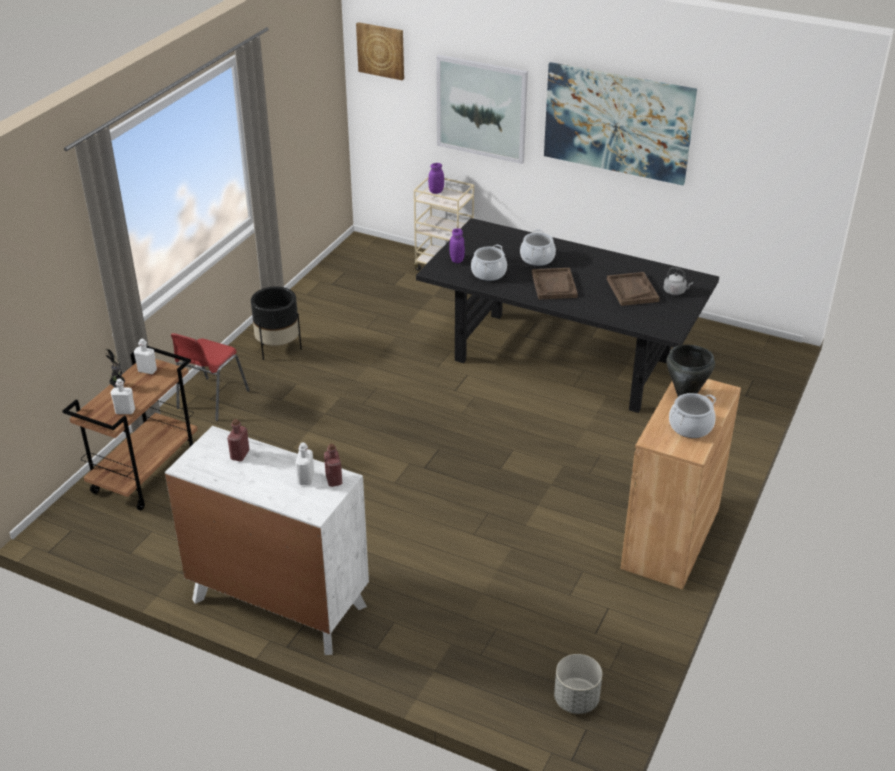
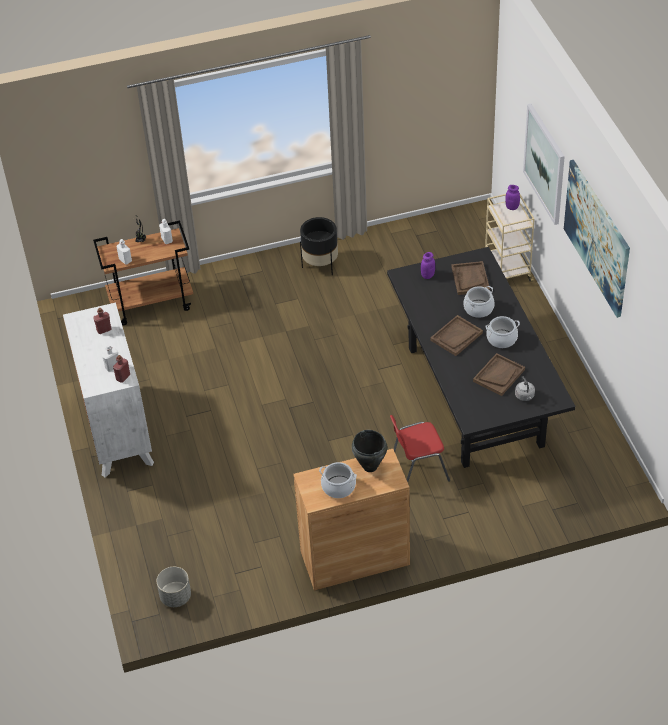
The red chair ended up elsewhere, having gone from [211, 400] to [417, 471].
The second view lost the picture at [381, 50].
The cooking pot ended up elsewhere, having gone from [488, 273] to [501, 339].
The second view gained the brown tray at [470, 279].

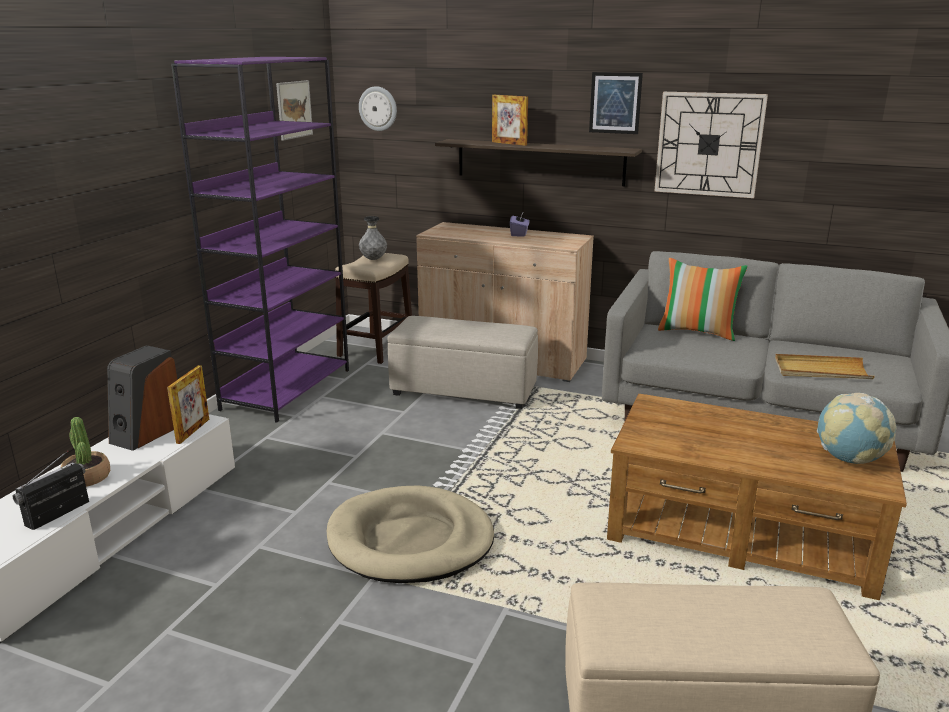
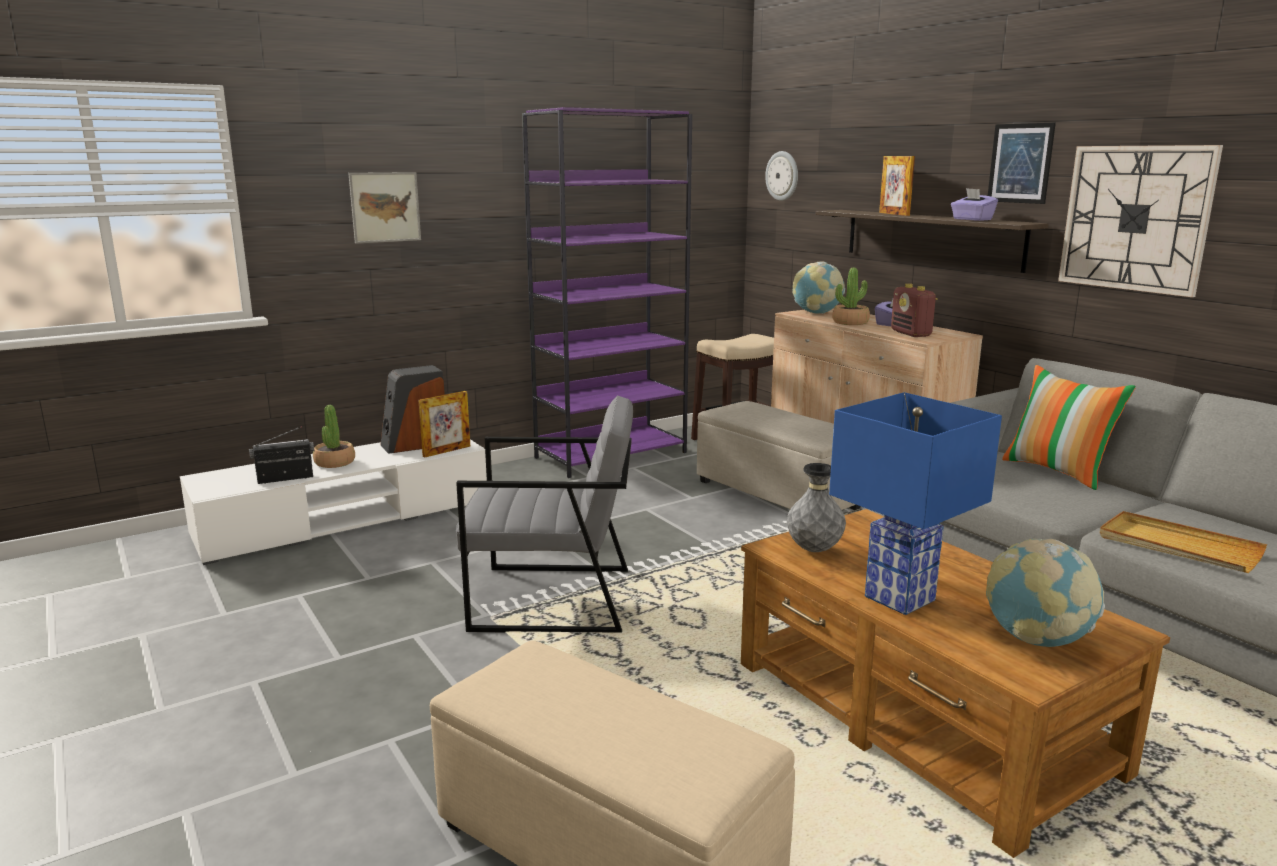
The picture ended up elsewhere, having gone from [294, 109] to [385, 207].
Where the beige dog bed stood at [410, 540], the grey armchair came to stand at [552, 599].
The grey vase ended up elsewhere, having gone from [373, 259] to [814, 550].
The second view gained the globe at [816, 313].
The second view gained the blue table lamp at [897, 598].
The second view gained the potted plant at [850, 322].
The second view gained the radio at [911, 334].
The second view gained the purple tissue box at [972, 219].

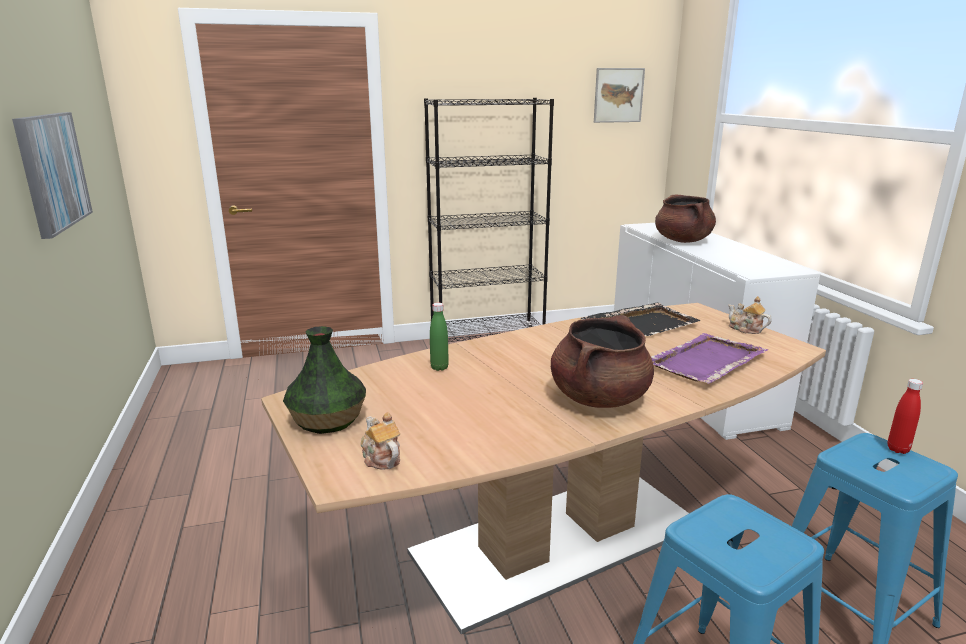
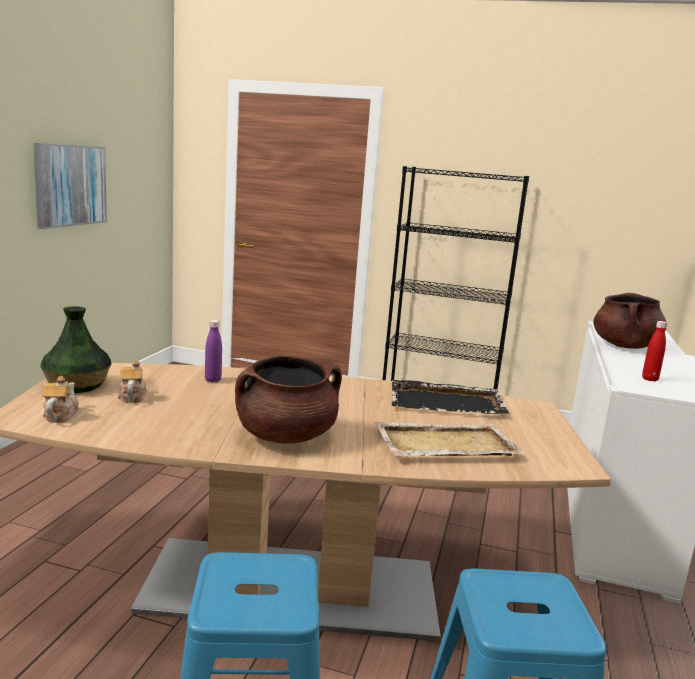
What was the green bottle at [439, 367] turned into the purple bottle at [213, 380].
The second view lost the picture at [618, 95].
What was the purple tray at [704, 361] turned into the beige tray at [444, 444].
The teapot ended up elsewhere, having gone from [745, 329] to [132, 396].
The red bottle ended up elsewhere, having gone from [898, 449] to [649, 379].

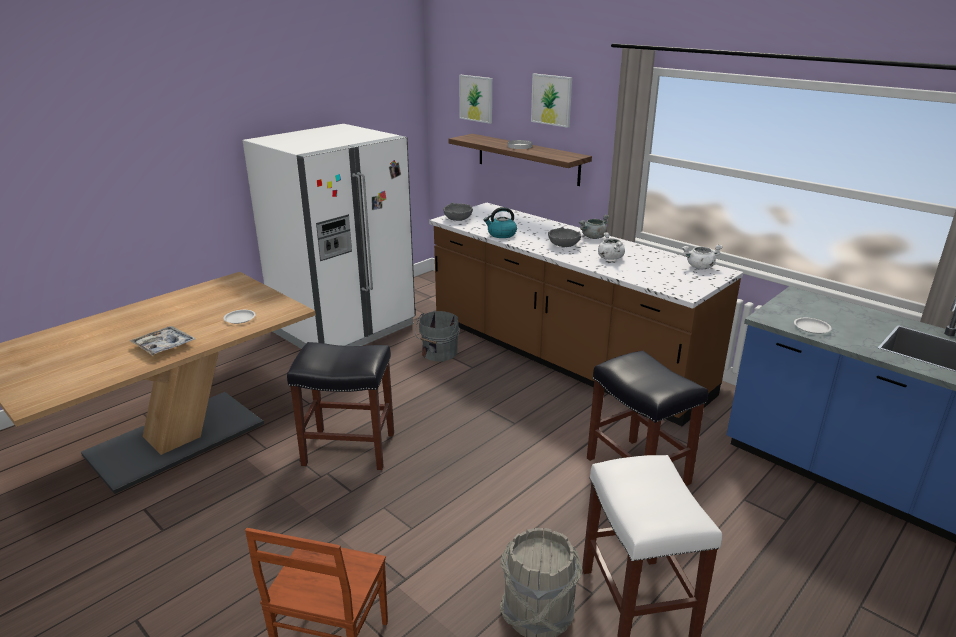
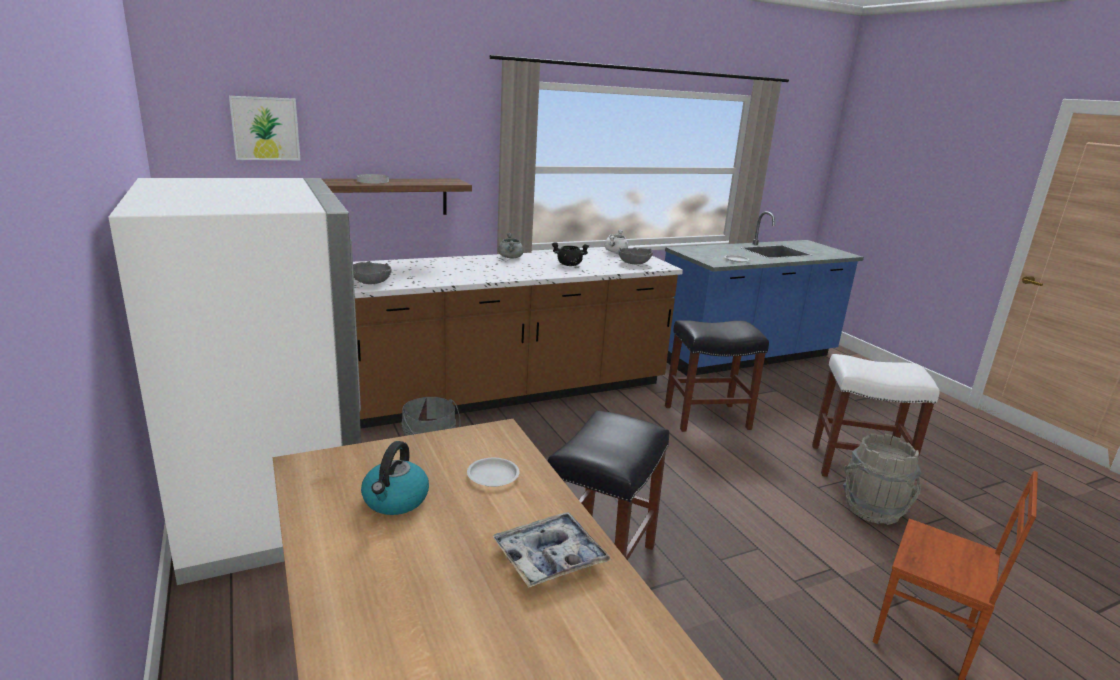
The kettle ended up elsewhere, having gone from [501, 234] to [395, 500].
The second view lost the picture at [551, 100].
The grey bowl ended up elsewhere, having gone from [564, 245] to [634, 263].
What was the white cooking pot at [610, 258] turned into the black cooking pot at [568, 265].

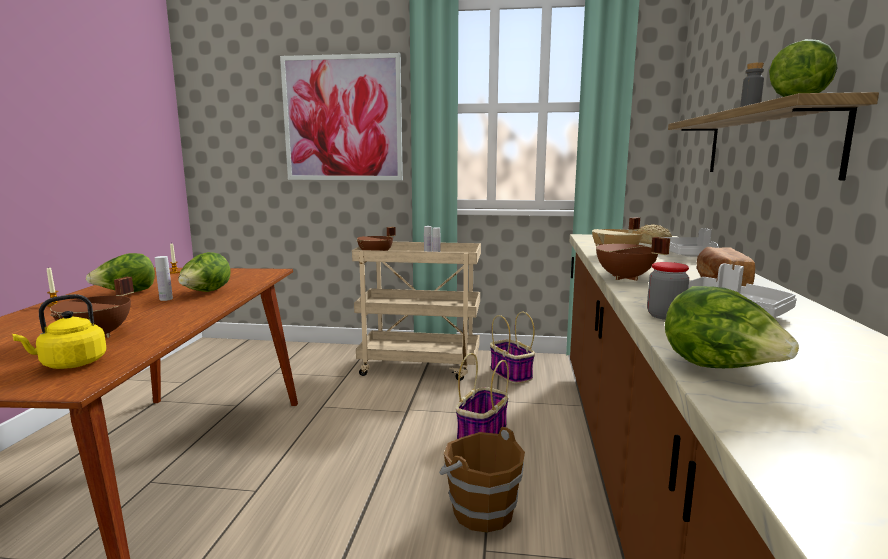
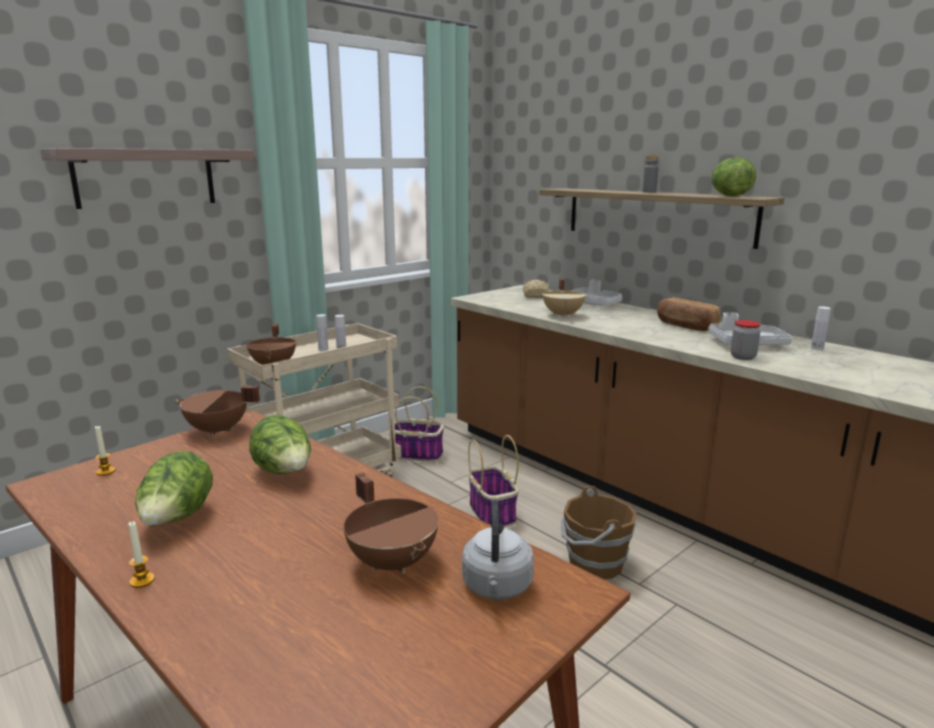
What was the yellow kettle at [70, 364] turned into the grey kettle at [497, 588].
The white bottle ended up elsewhere, having gone from [166, 299] to [817, 348].
Where the picture hung at [342, 119], the shelf came to hang at [145, 178].
The brown cooking pot ended up elsewhere, having gone from [624, 278] to [217, 431].
The second view lost the lettuce at [720, 368].

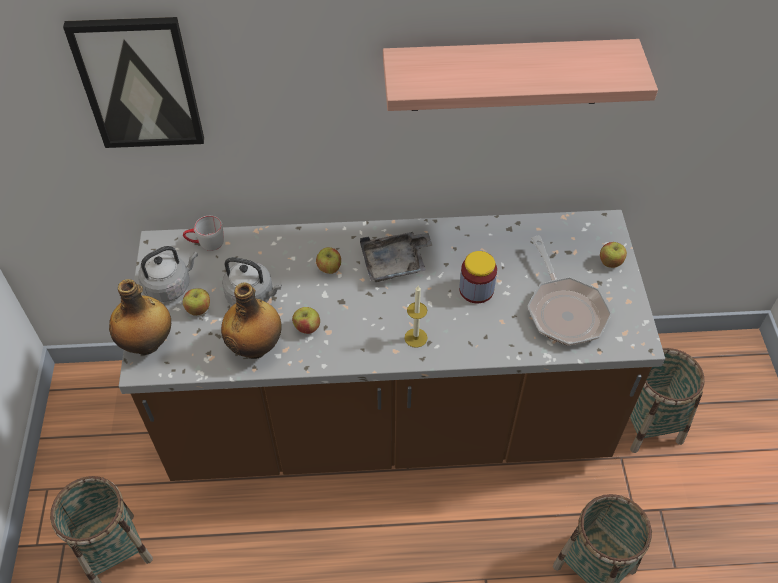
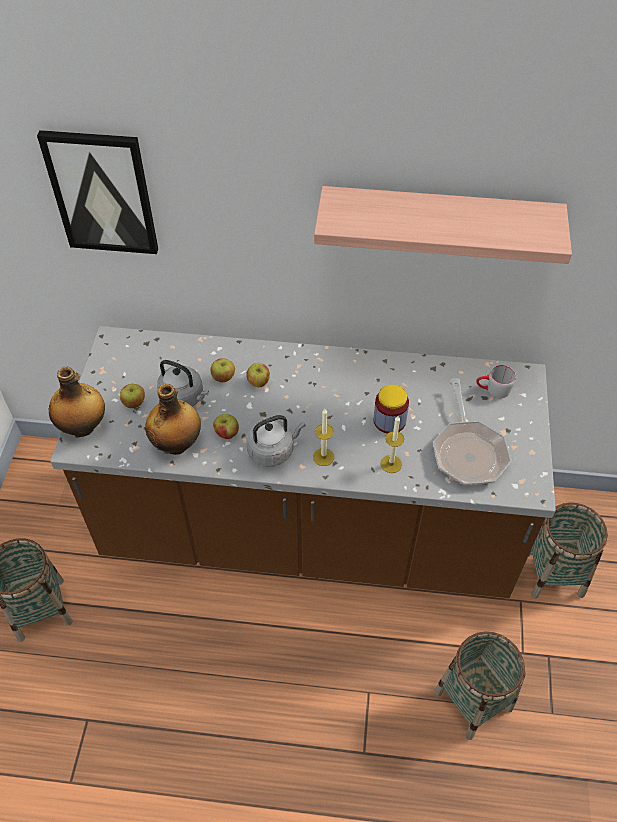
The grey kettle ended up elsewhere, having gone from [170, 286] to [273, 450].
The grey mug ended up elsewhere, having gone from [205, 243] to [492, 390].
The second view lost the grey tray at [395, 263].
The apple ended up elsewhere, having gone from [610, 262] to [223, 377].
The second view gained the candle at [391, 464].

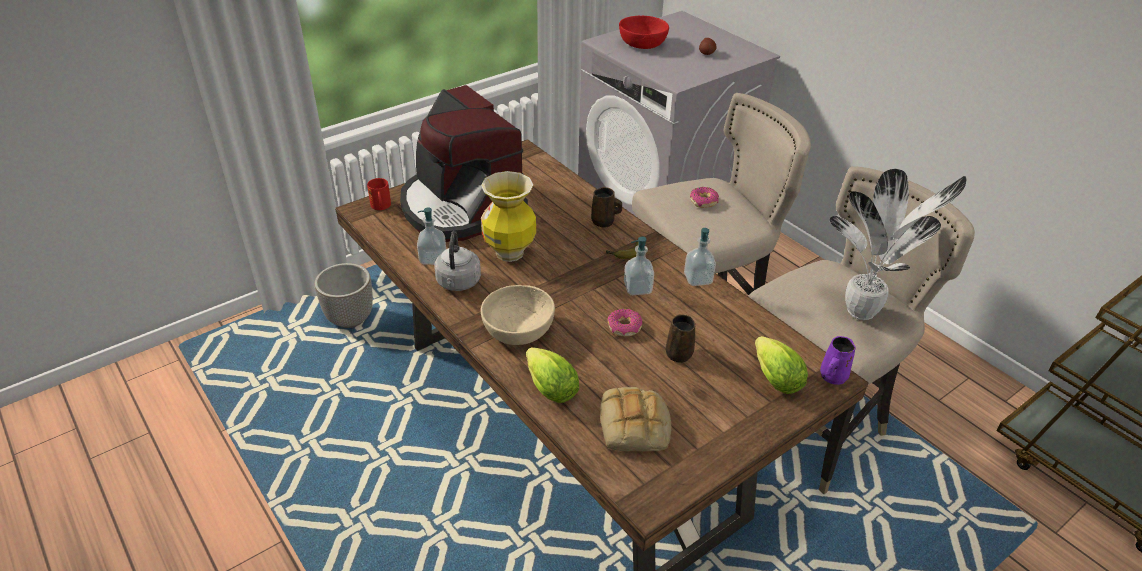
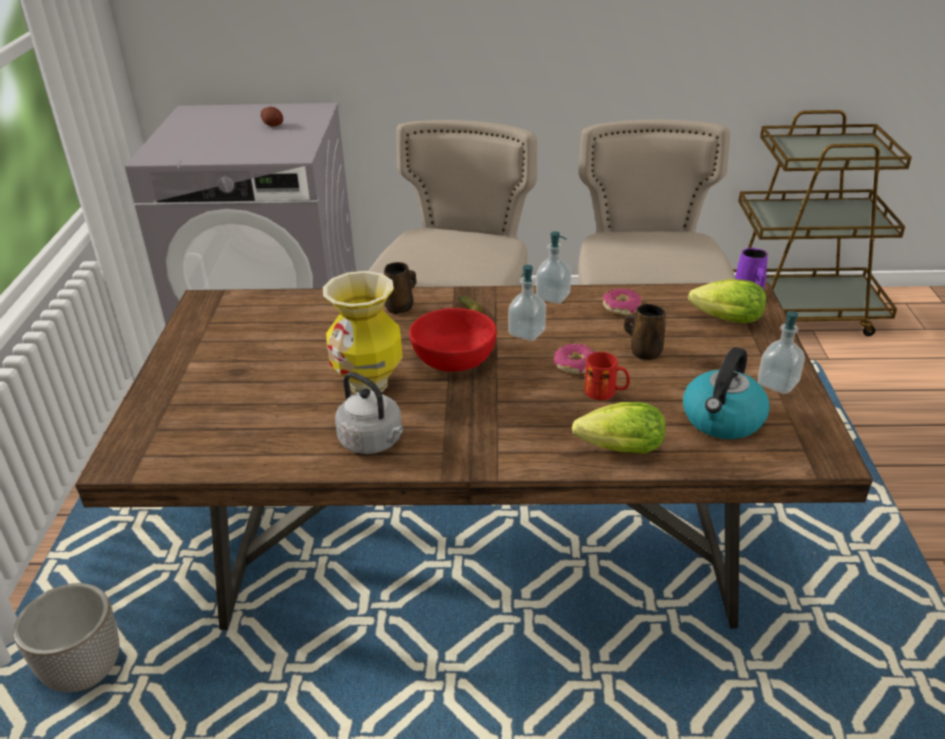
The red mug ended up elsewhere, having gone from [381, 207] to [606, 392].
The second view lost the coffee machine at [460, 207].
The soap dispenser ended up elsewhere, having gone from [433, 258] to [777, 384].
The second view lost the beige bowl at [518, 329].
Where the bread stood at [635, 426], the kettle came to stand at [722, 420].
The red bowl ended up elsewhere, having gone from [642, 43] to [453, 358].
The donut ended up elsewhere, having gone from [703, 201] to [621, 307].
The second view lost the potted plant at [864, 313].

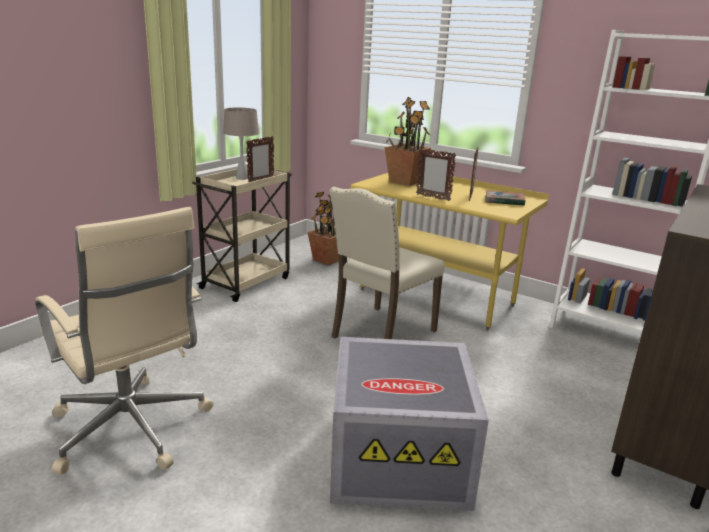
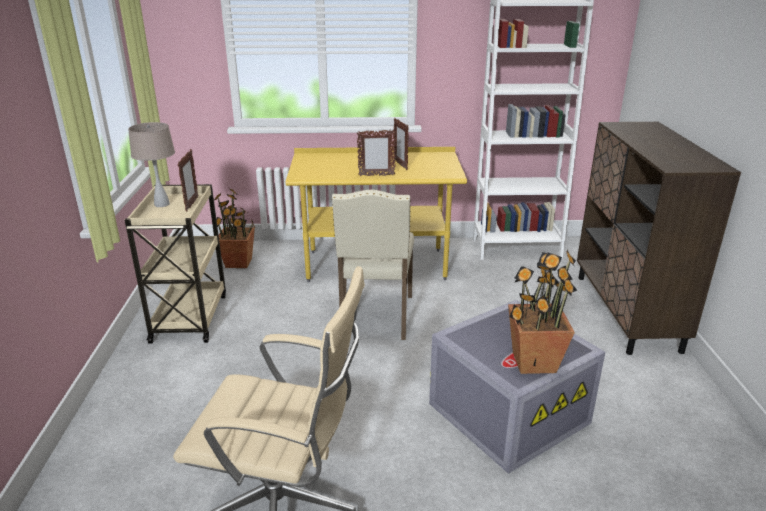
The potted plant ended up elsewhere, having gone from [405, 181] to [533, 361].
The second view lost the book at [504, 201].

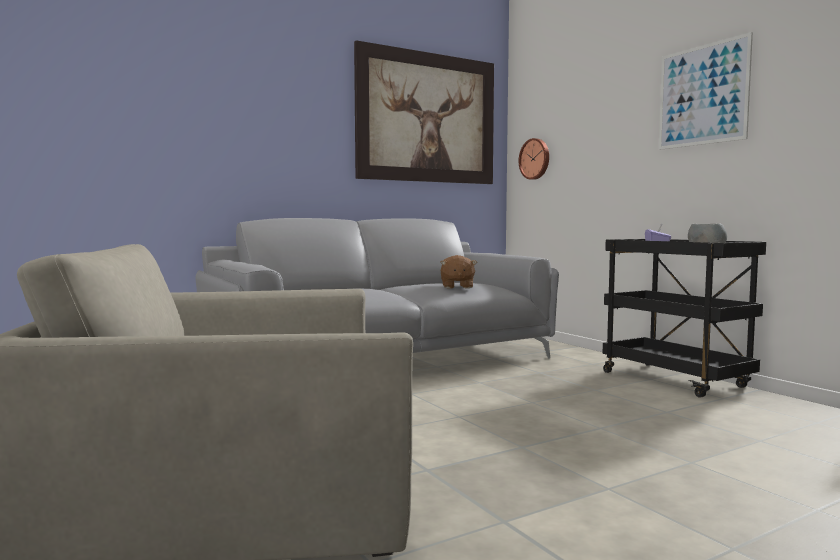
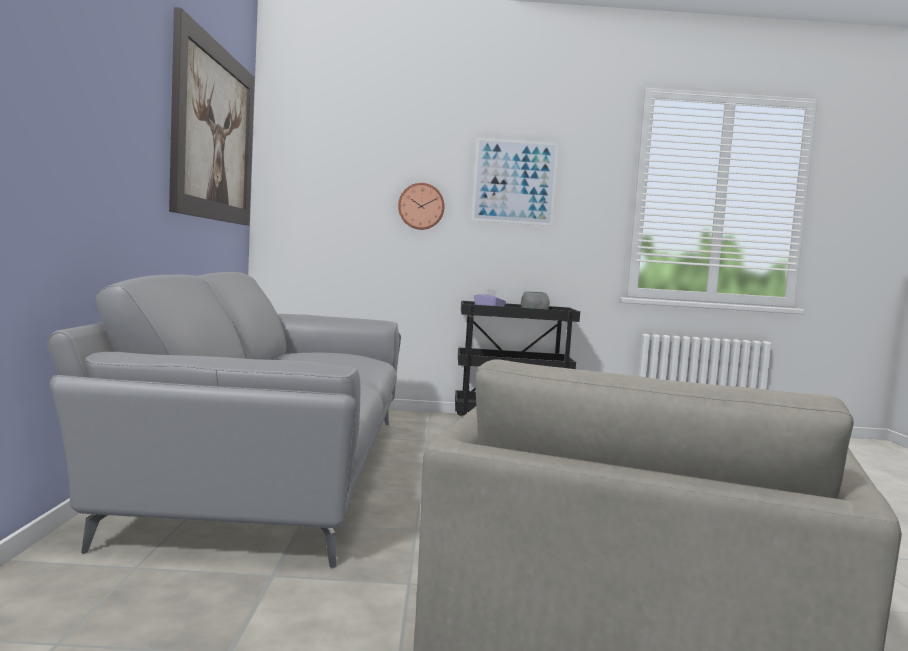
The second view lost the brown plush toy at [457, 287].
The wall clock ended up elsewhere, having gone from [535, 159] to [421, 206].

